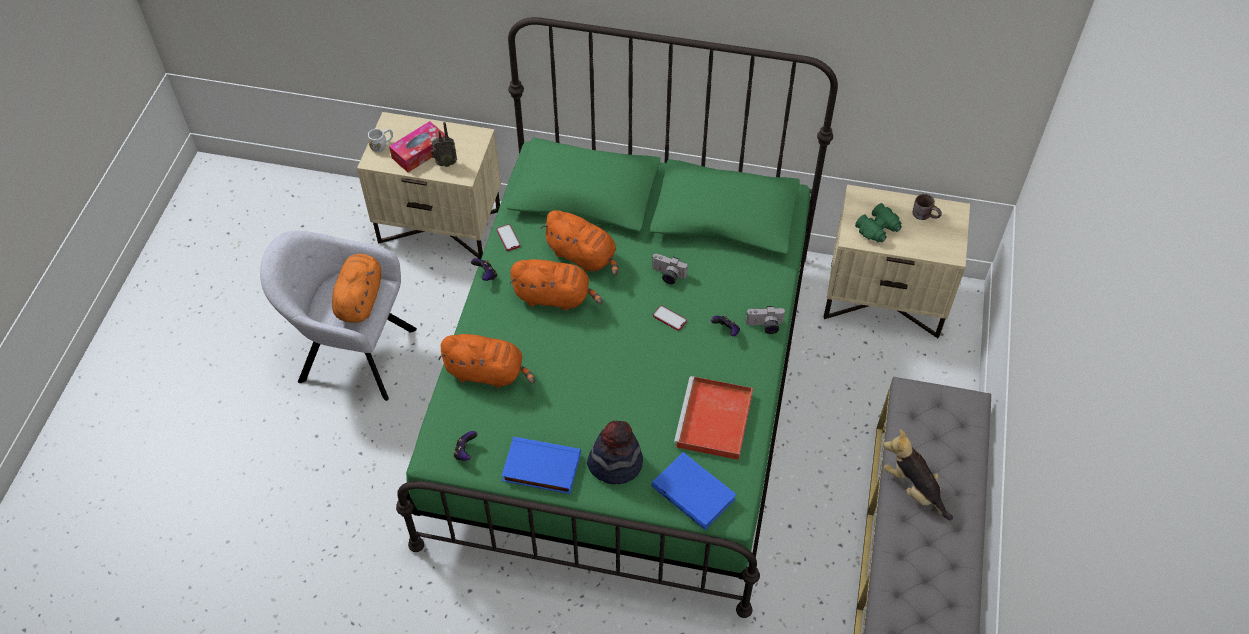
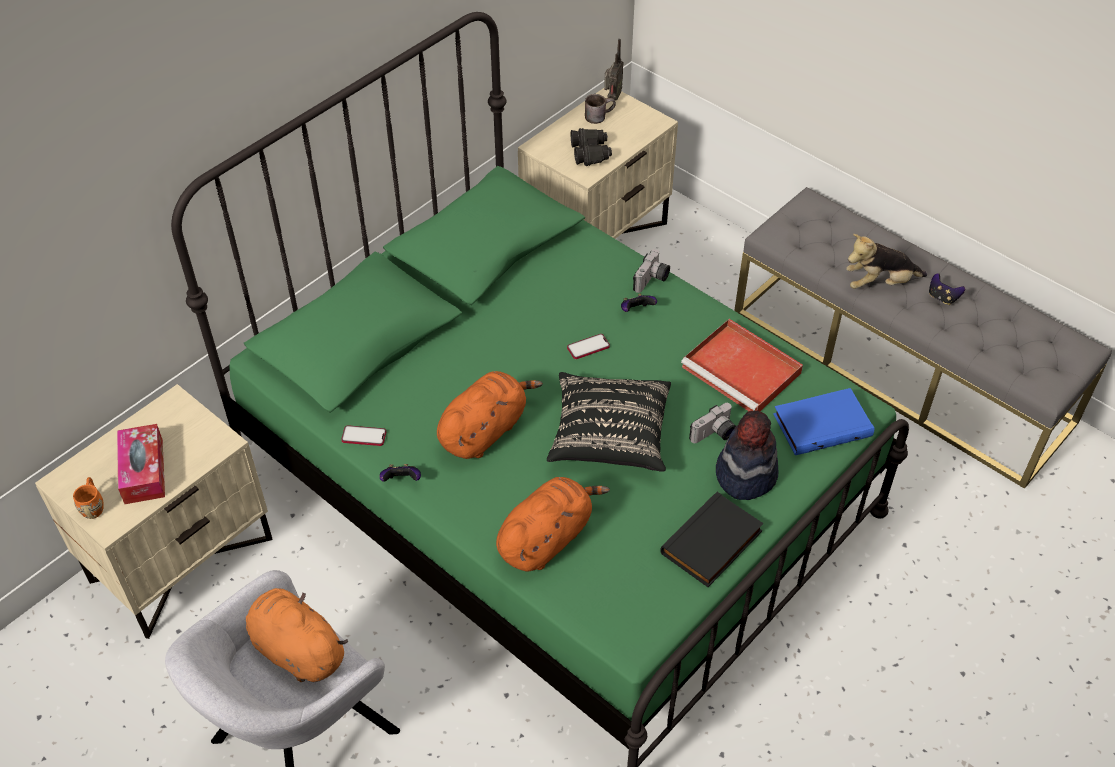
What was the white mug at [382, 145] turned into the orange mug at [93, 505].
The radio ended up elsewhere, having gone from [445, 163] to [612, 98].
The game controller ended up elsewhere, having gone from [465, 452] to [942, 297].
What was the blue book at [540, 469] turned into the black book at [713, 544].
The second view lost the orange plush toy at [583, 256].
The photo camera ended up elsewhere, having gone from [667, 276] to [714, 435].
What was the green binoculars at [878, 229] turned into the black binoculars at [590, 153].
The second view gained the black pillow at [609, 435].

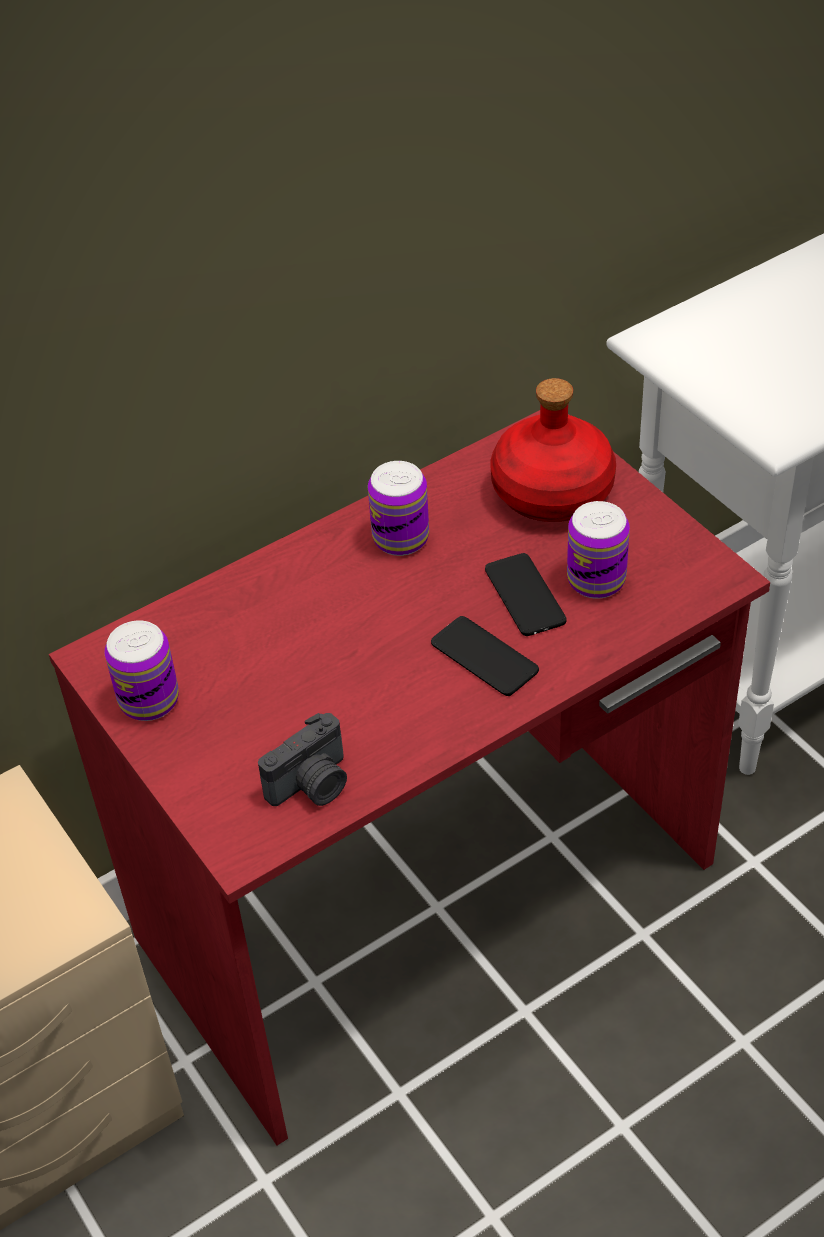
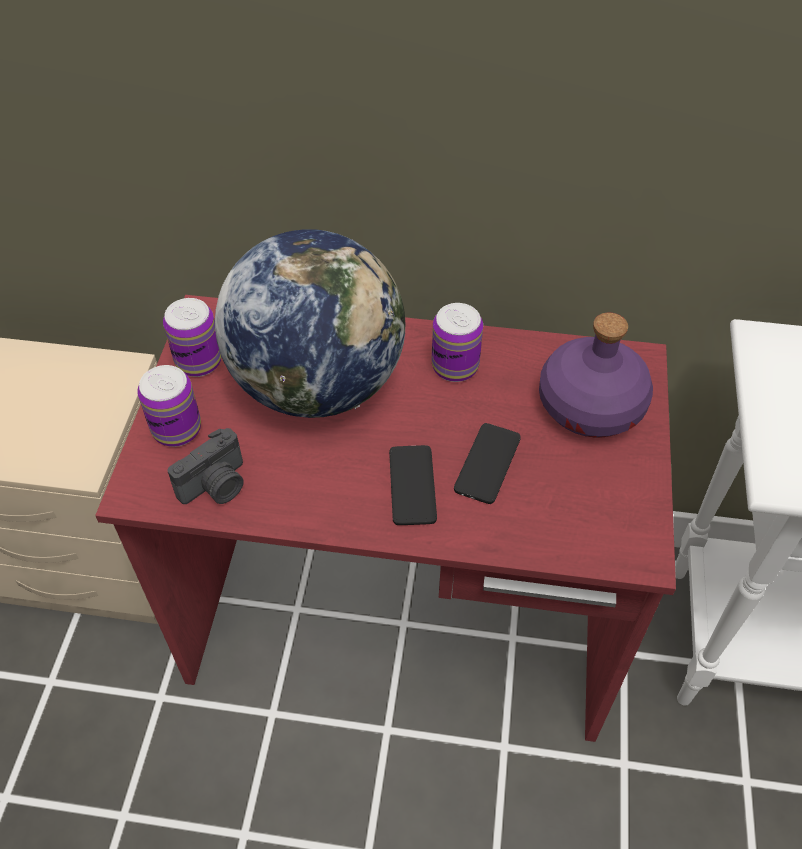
The photo camera at [313, 785] ended up facing another way, 45 degrees counterclockwise from before.
What was the red bottle at [554, 492] turned into the purple bottle at [591, 406].
The can ended up elsewhere, having gone from [596, 580] to [177, 429].
The second view gained the globe at [318, 384].

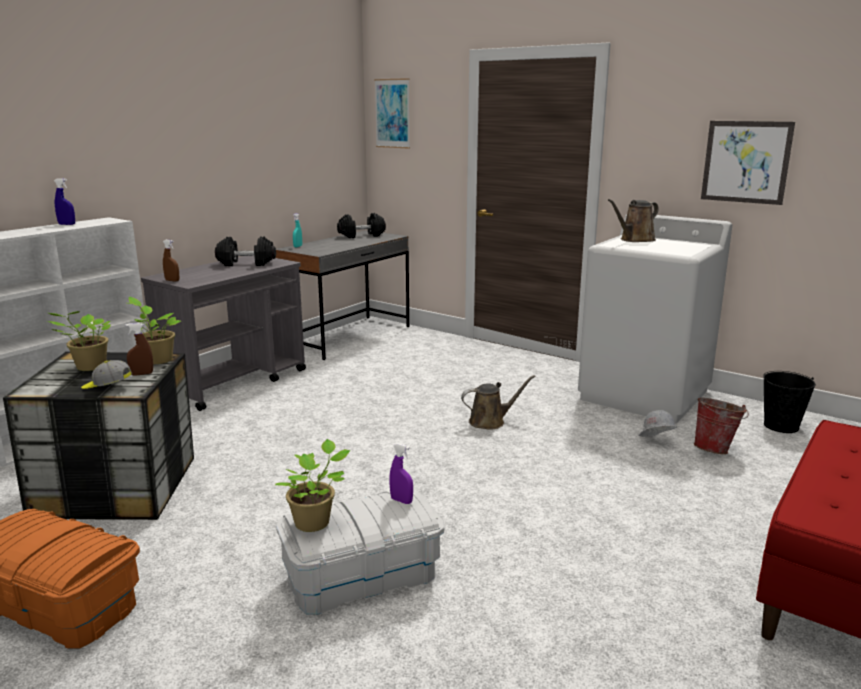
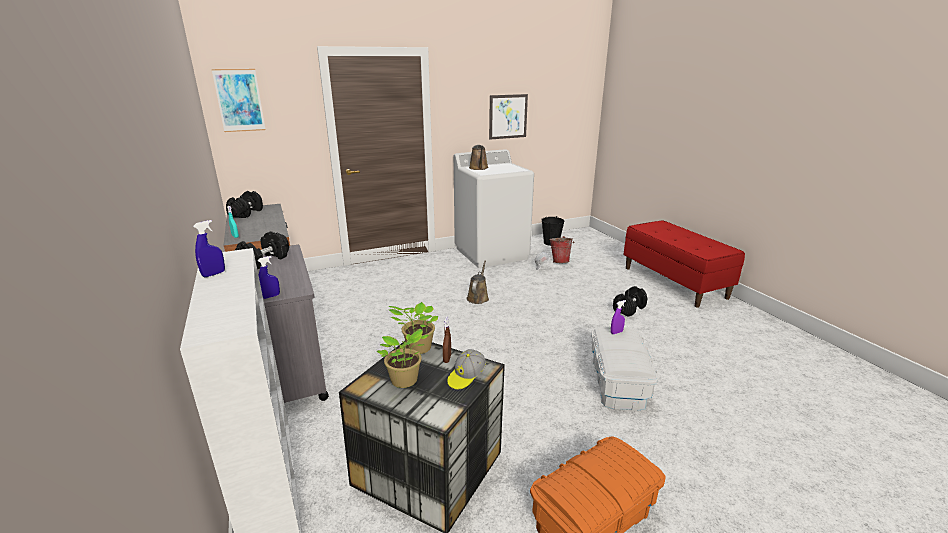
What was the brown spray bottle at [172, 280] turned into the blue spray bottle at [271, 296].
The second view lost the potted plant at [315, 522].
The second view gained the black dumbbell at [629, 309].

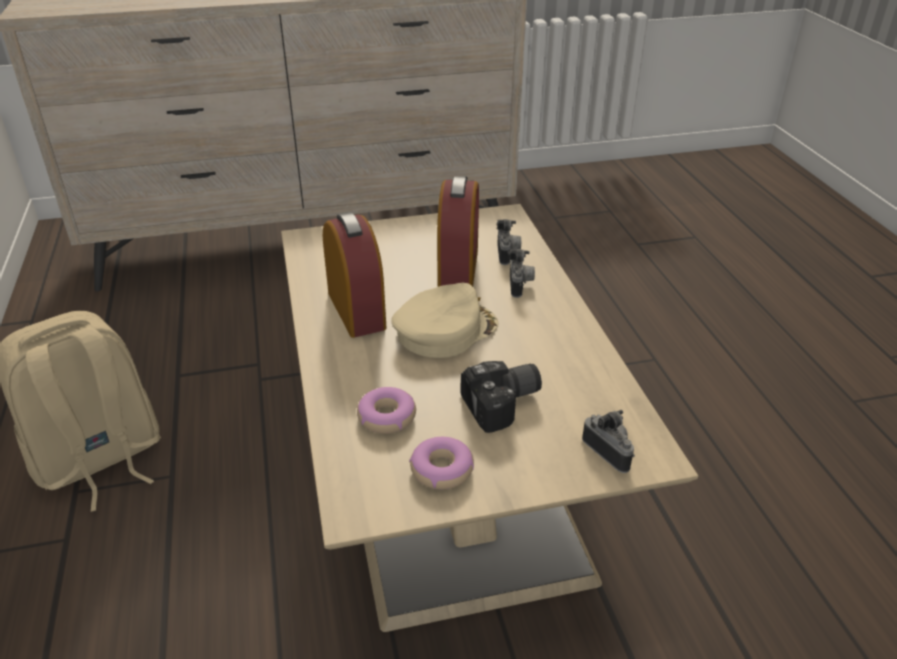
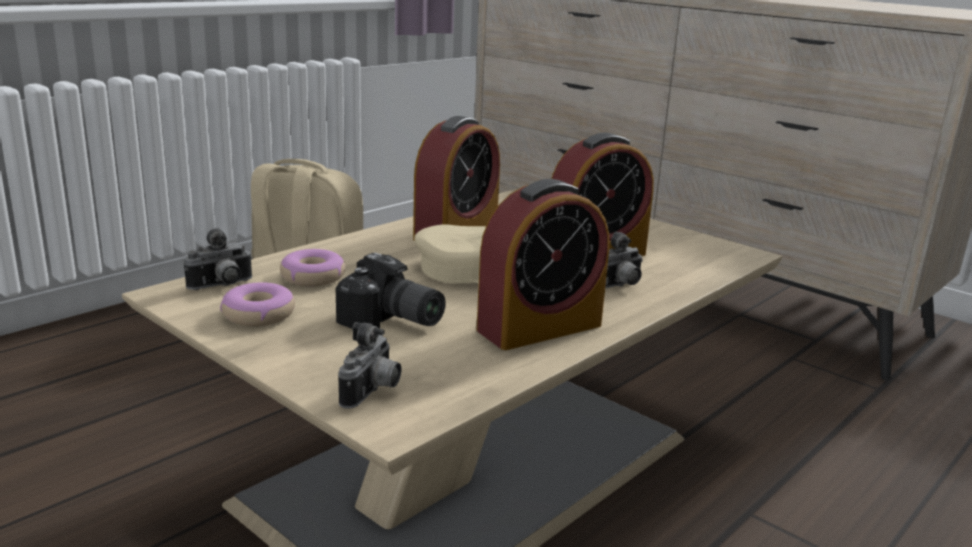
The photo camera ended up elsewhere, having gone from [508, 254] to [222, 286].
The second view gained the alarm clock at [539, 327].

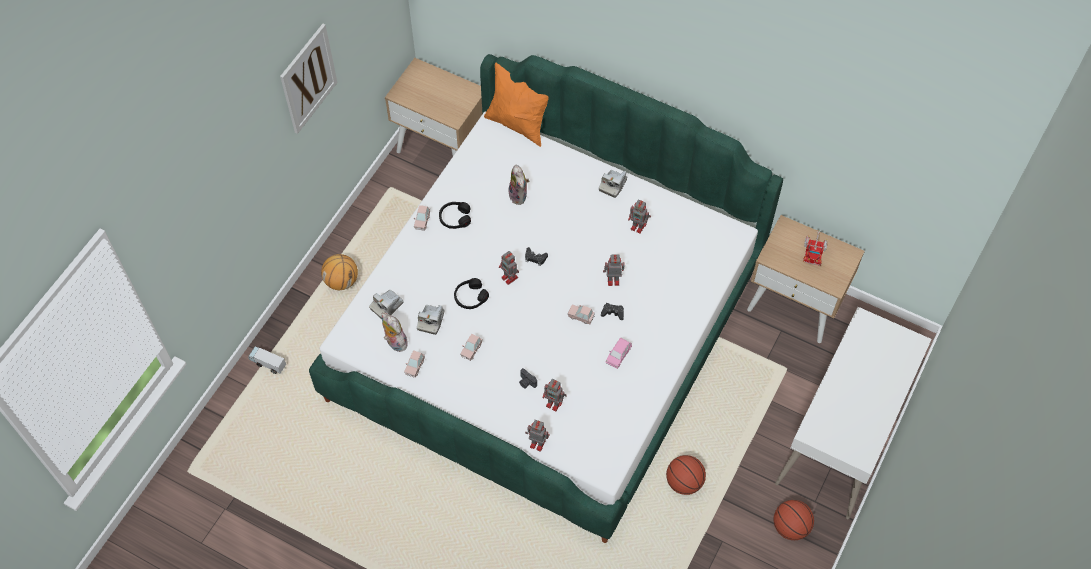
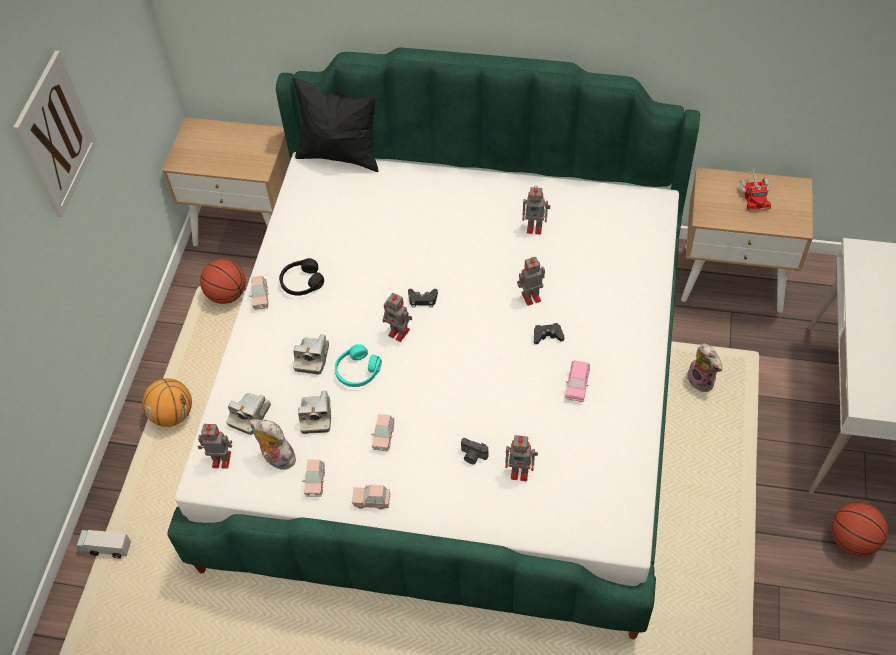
What was the black headphones at [470, 297] turned into the turquoise headphones at [357, 371].
What was the orange pillow at [518, 124] turned into the black pillow at [341, 155].
The plush toy ended up elsewhere, having gone from [519, 196] to [702, 381].
The toy robot ended up elsewhere, having gone from [537, 443] to [220, 459].
The pink toy car ended up elsewhere, having gone from [581, 316] to [372, 501].
The photo camera ended up elsewhere, having gone from [613, 185] to [312, 358].
The basketball ended up elsewhere, having gone from [684, 482] to [227, 294].

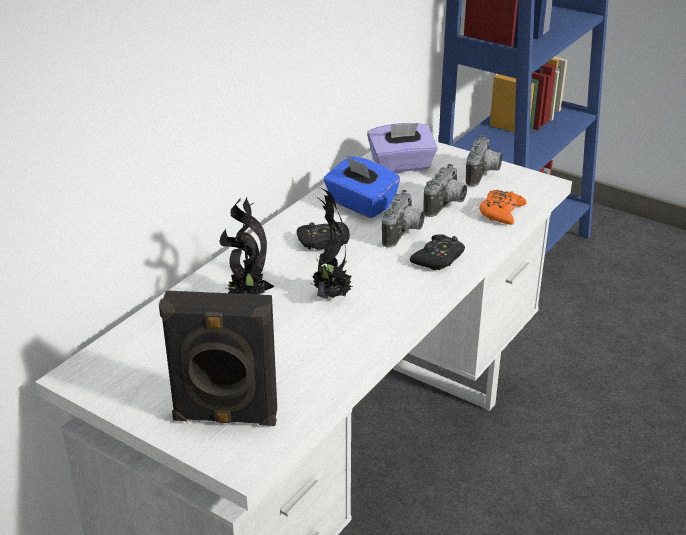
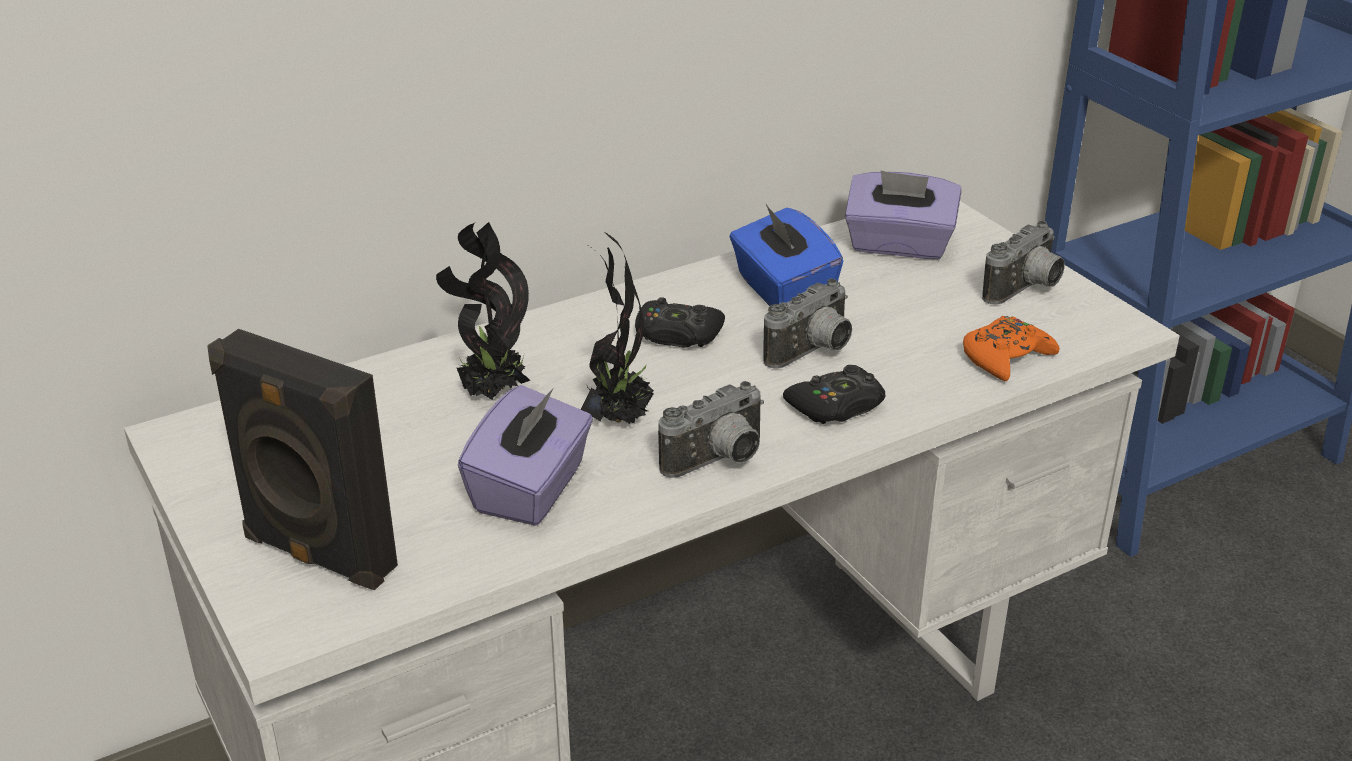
The photo camera ended up elsewhere, having gone from [446, 206] to [719, 462].
The second view gained the purple tissue box at [531, 489].

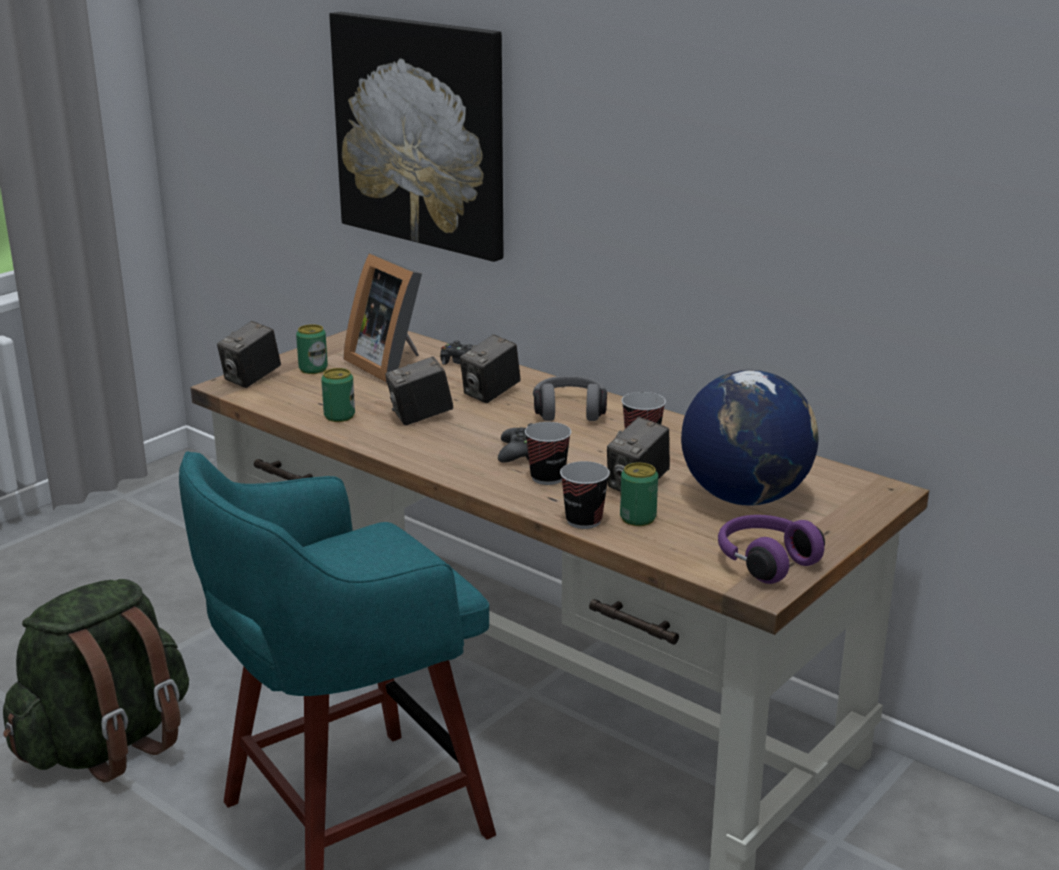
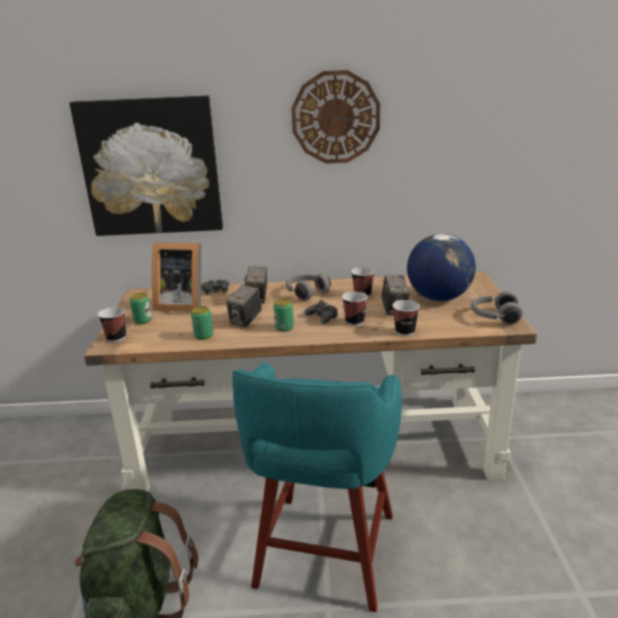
Where the photo camera stood at [251, 379], the cup came to stand at [116, 338].
The can ended up elsewhere, having gone from [638, 518] to [284, 327].
What was the purple headphones at [764, 561] turned into the grey headphones at [494, 317].
The second view gained the wall clock at [335, 117].

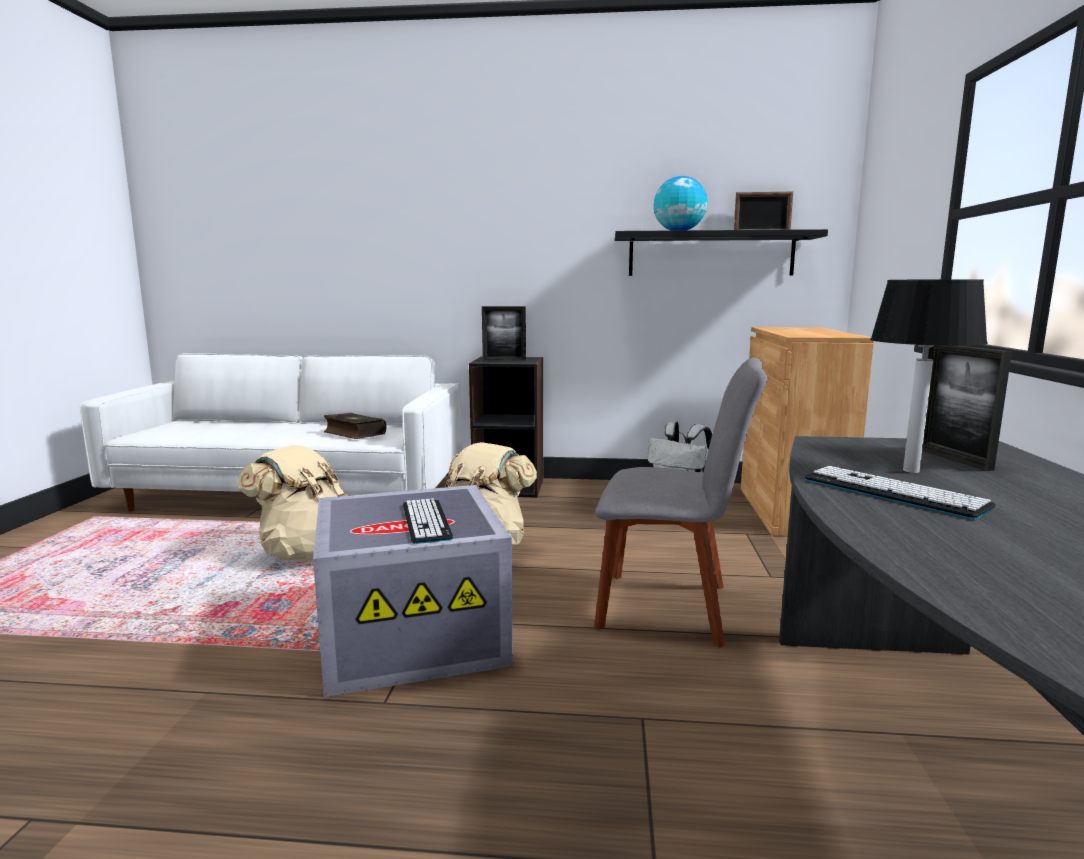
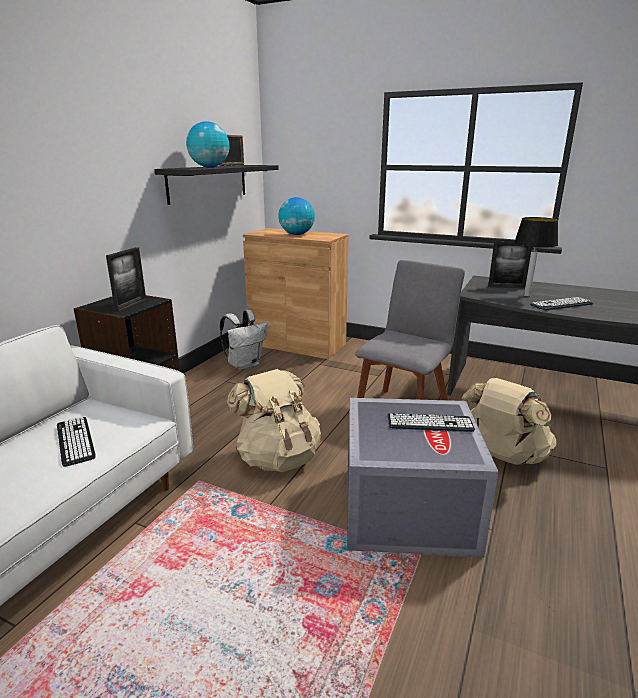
The beige backpack ended up elsewhere, having gone from [308, 553] to [502, 456].
Where the book stood at [354, 433], the keyboard came to stand at [75, 441].
The second view gained the globe at [296, 234].

